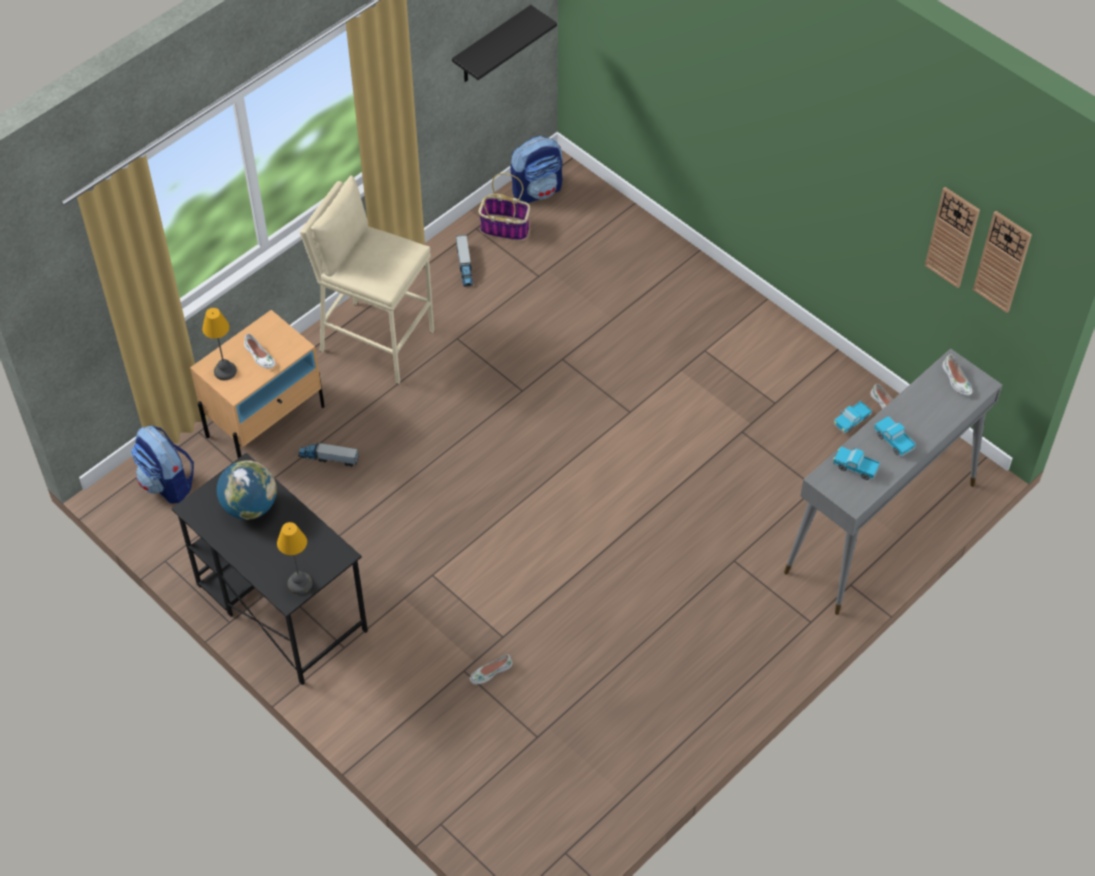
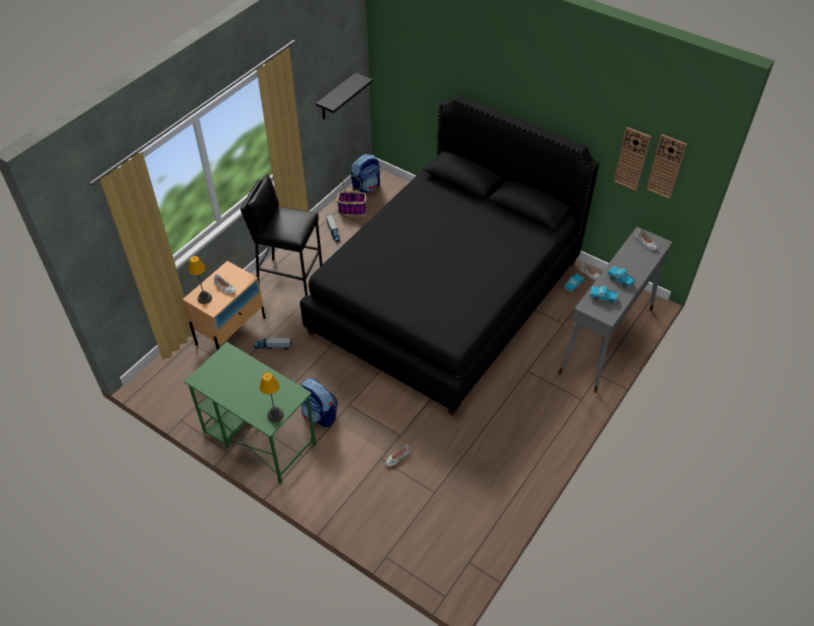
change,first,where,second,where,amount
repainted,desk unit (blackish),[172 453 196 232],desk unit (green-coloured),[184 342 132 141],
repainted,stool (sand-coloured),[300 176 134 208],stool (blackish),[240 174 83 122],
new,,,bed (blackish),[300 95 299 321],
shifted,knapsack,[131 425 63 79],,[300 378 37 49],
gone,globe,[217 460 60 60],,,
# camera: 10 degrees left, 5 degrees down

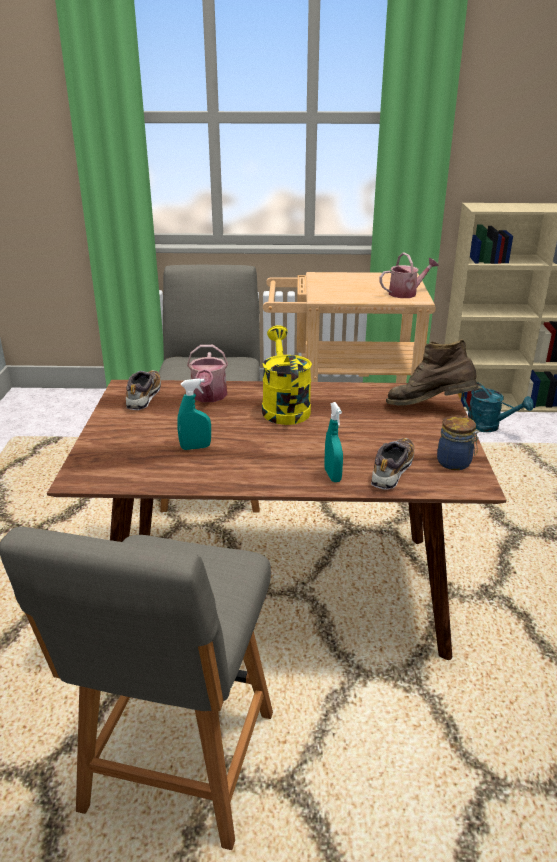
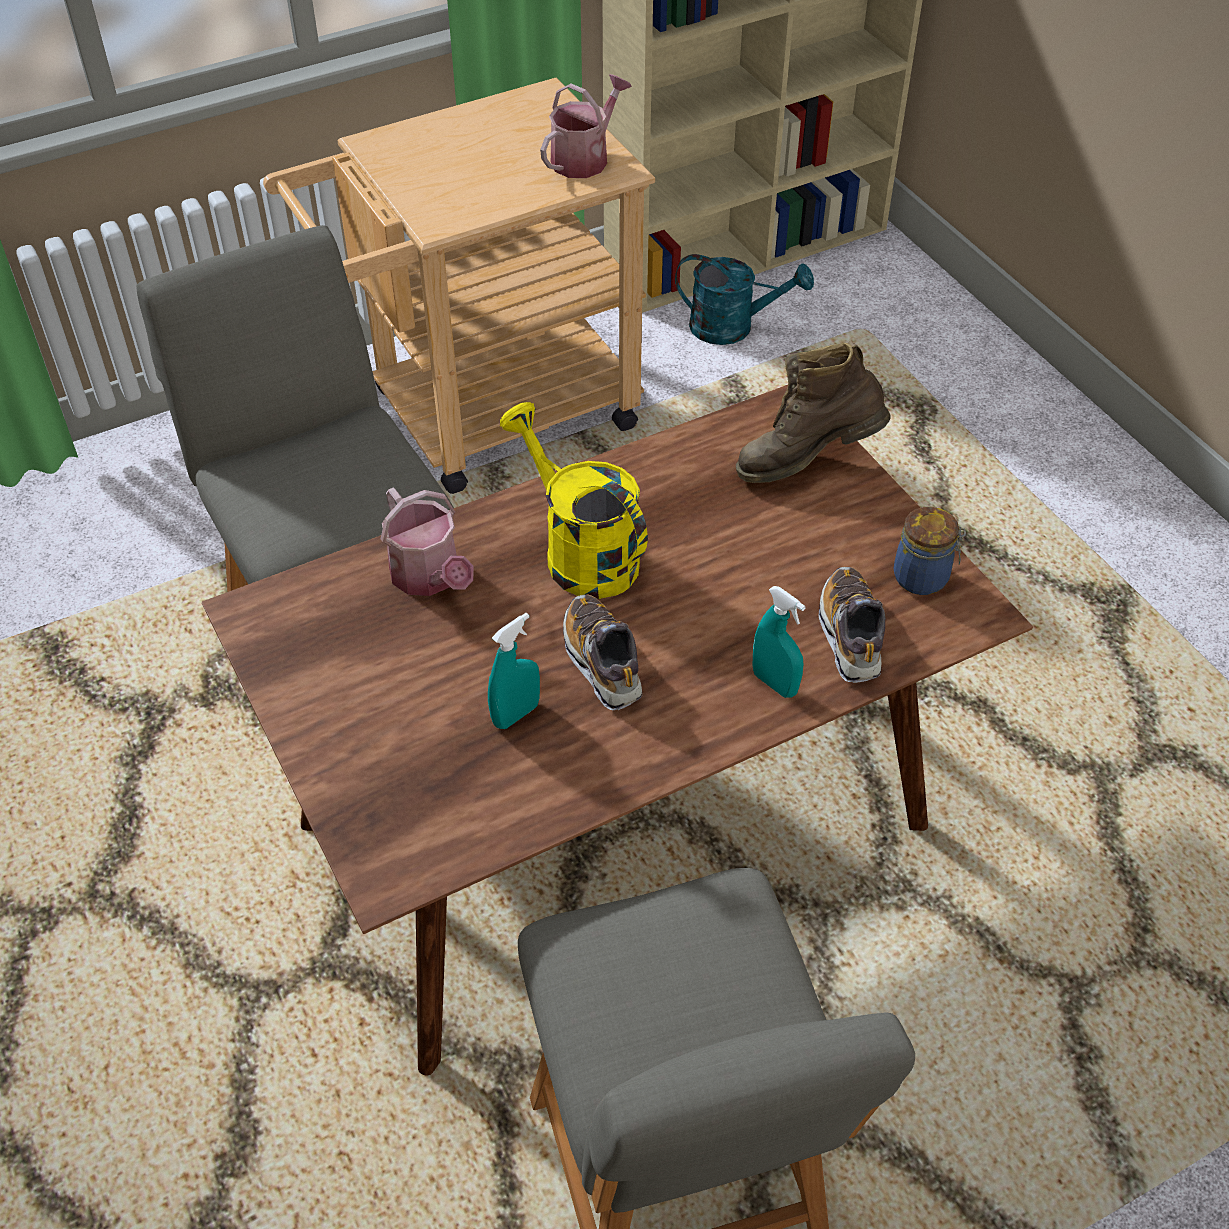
change,first,where,second,where,amount
shifted,shoe,[126 370 35 40],,[563 594 79 116],
# camera: 30 degrees left, 20 degrees up

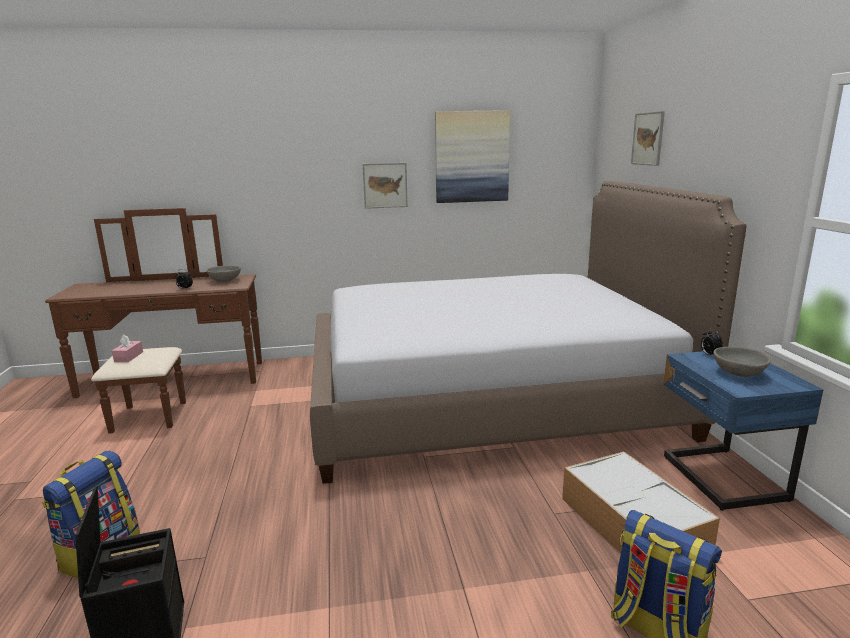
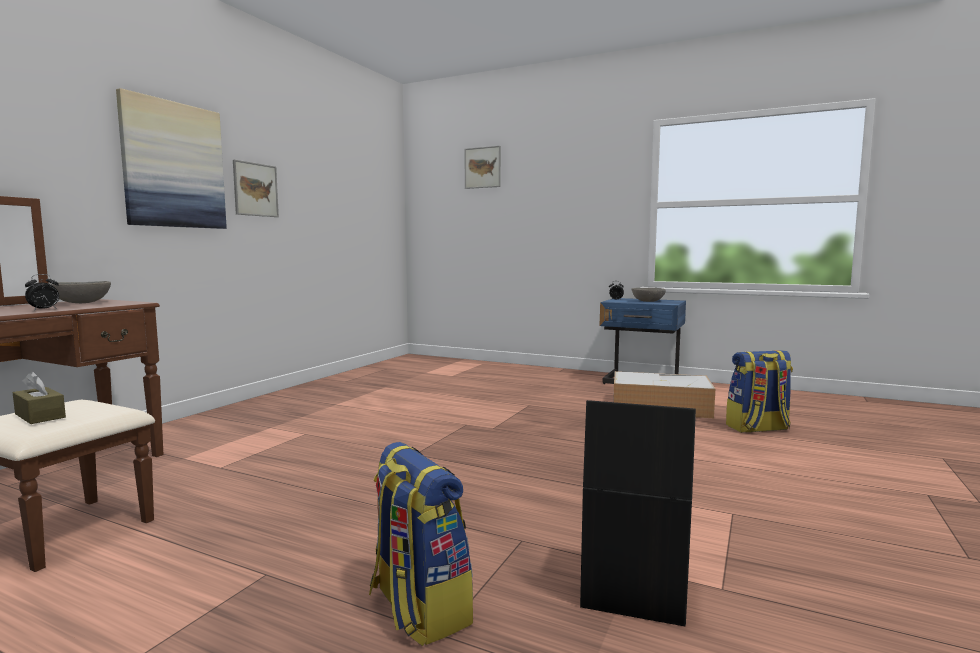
change,first,where,second,where,amount
repainted,tissue box (pink),[112 334 31 28],tissue box (brown),[13 371 53 53],
shifted,wall art,[435 110 75 93],,[116 88 111 141],
gone,bed,[310 181 436 303],,,
# camera: 55 degrees left, 10 degrees down

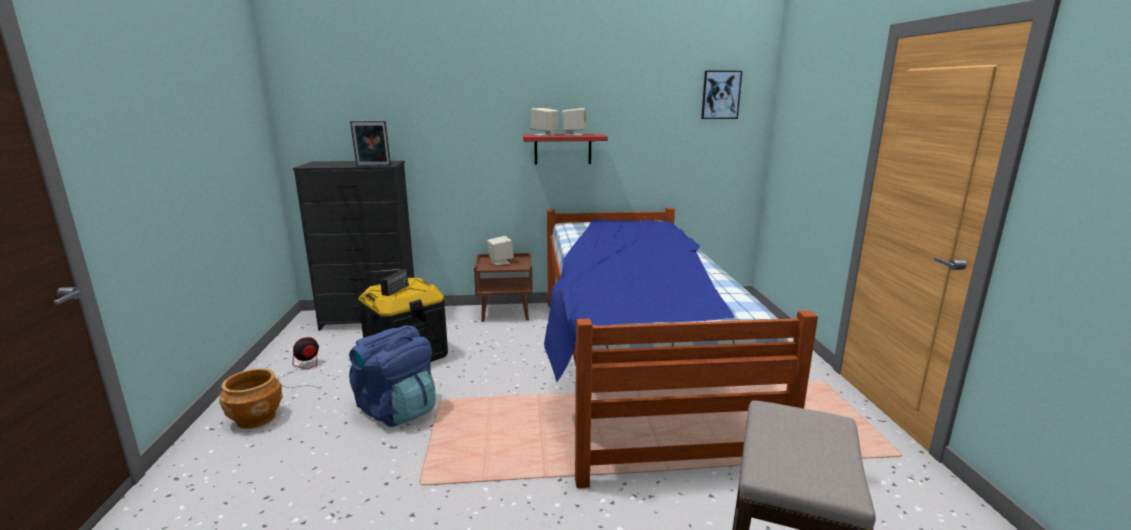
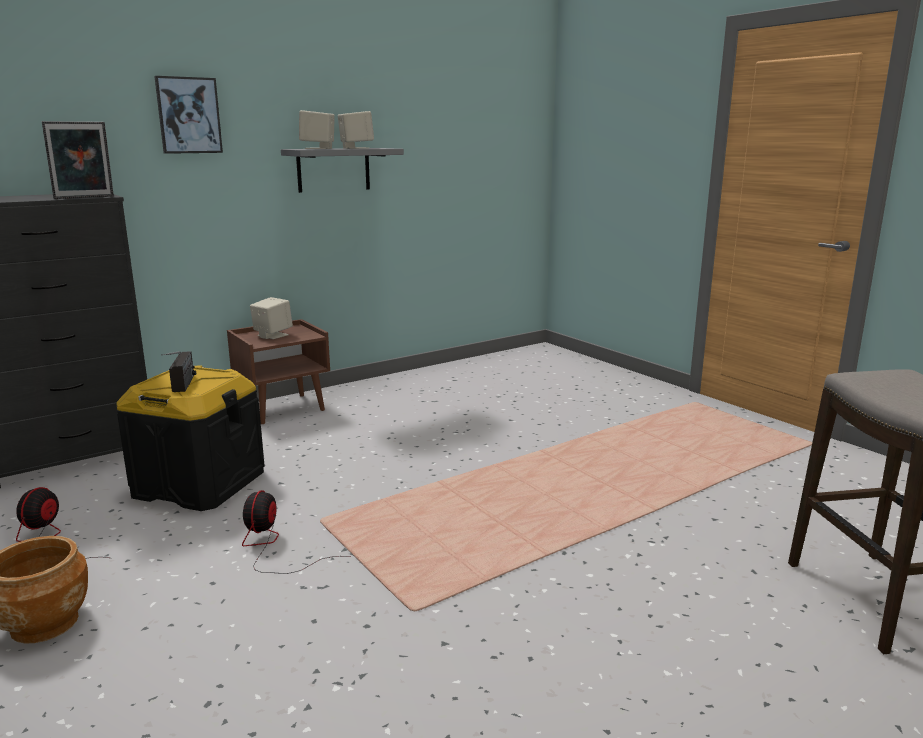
change,first,where,second,where,amount
shifted,wall art,[701 71 41 48],,[154 76 69 78],
swapped,knapsack (bluish),[349 325 87 102],fan,[242 490 109 84],
repainted,bracket shelf (reddish),[523 134 85 31],bracket shelf (gray),[281 148 123 45],
gone,bed,[544 207 274 281],,,
# camera: 30 degrees left, 0 degrees up

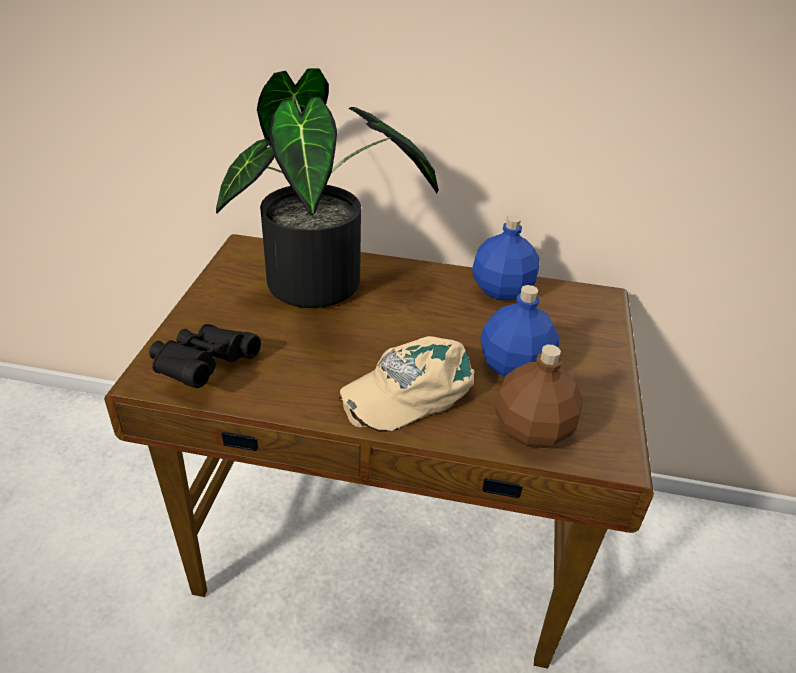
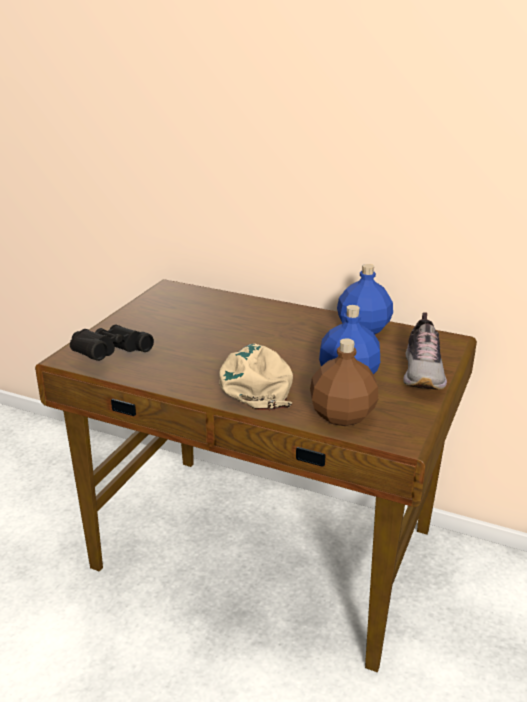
change,first,where,second,where,amount
rotated,cap (sand-coloured),[339 336 136 96],,[219 344 74 67],105 degrees clockwise
new,,,shoe,[403 312 44 78],
gone,plant in a pot,[216 68 223 240],,,
# camera: 15 degrees right, 10 degrees down

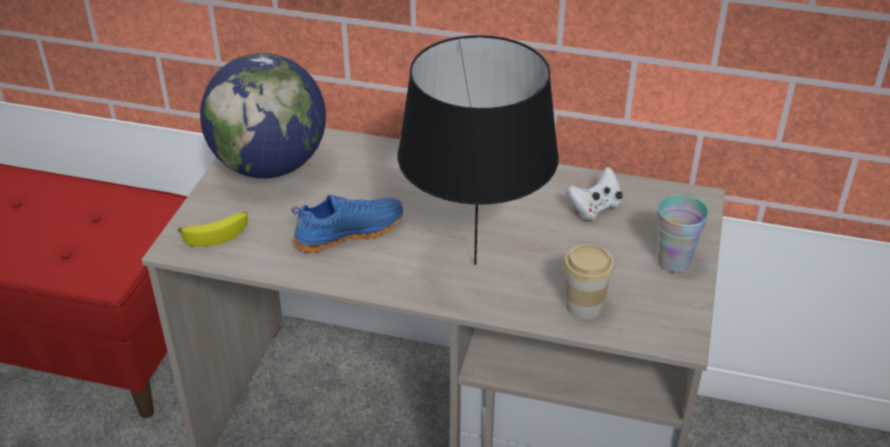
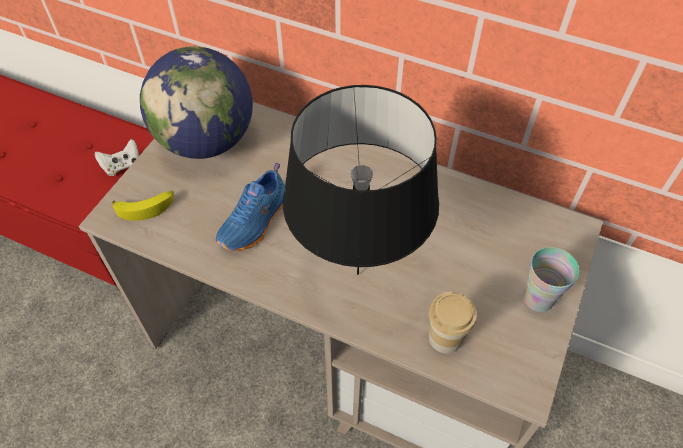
change,first,where,second,where,amount
shifted,joypad (whitish),[566 167 57 53],,[95 139 44 37],
rotated,shoe (bluish),[292 195 111 58],,[216 163 69 88],135 degrees clockwise
# camera: 10 degrees right, 15 degrees up

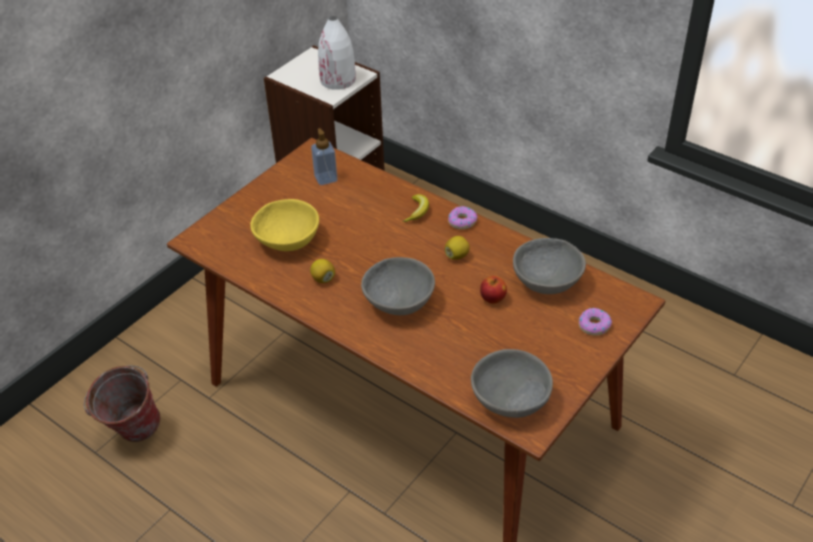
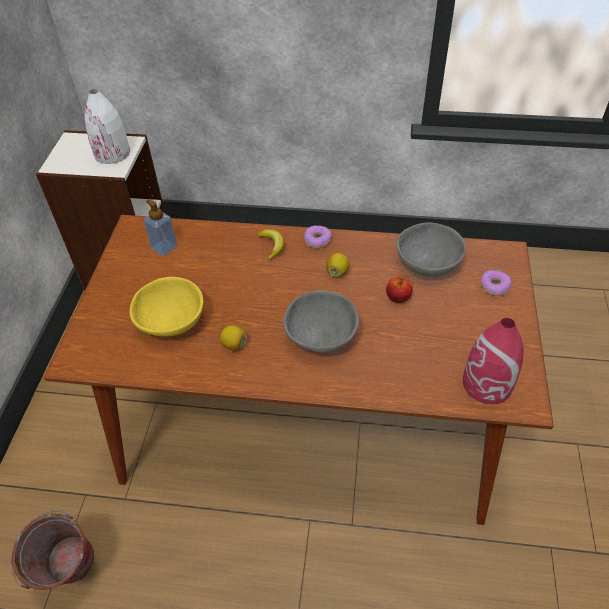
change,first,where,second,where,amount
swapped,bowl (gray),[471 349 82 69],decorative vase (reddish),[463 318 61 86],
# camera: 30 degrees left, 5 degrees up

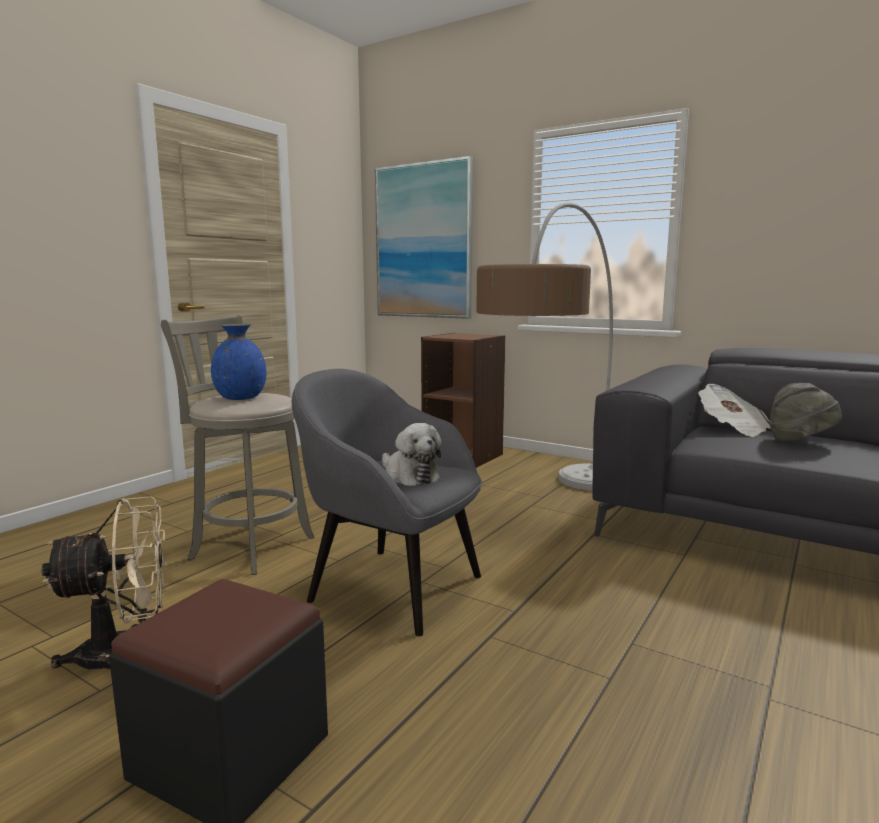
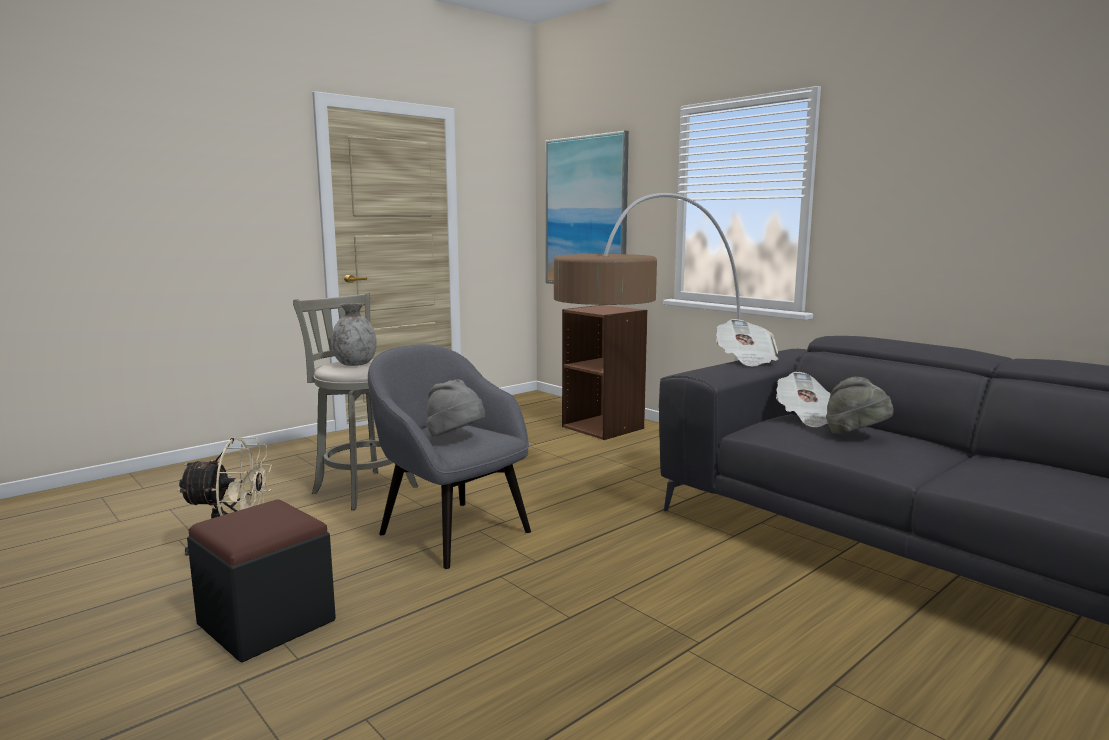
change,first,where,second,where,amount
repainted,decorative vase (bluish),[211 324 56 76],decorative vase (gray),[331 303 46 63],
swapped,soft toy,[382 423 60 63],clothing hat (gray),[426 379 59 58],
new,,,printed paper,[716 319 63 47],
# camera: 15 degrees right, 0 degrees up

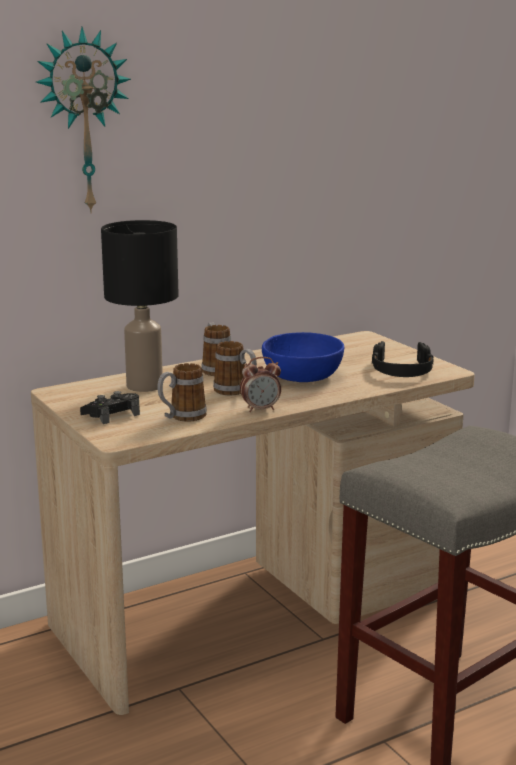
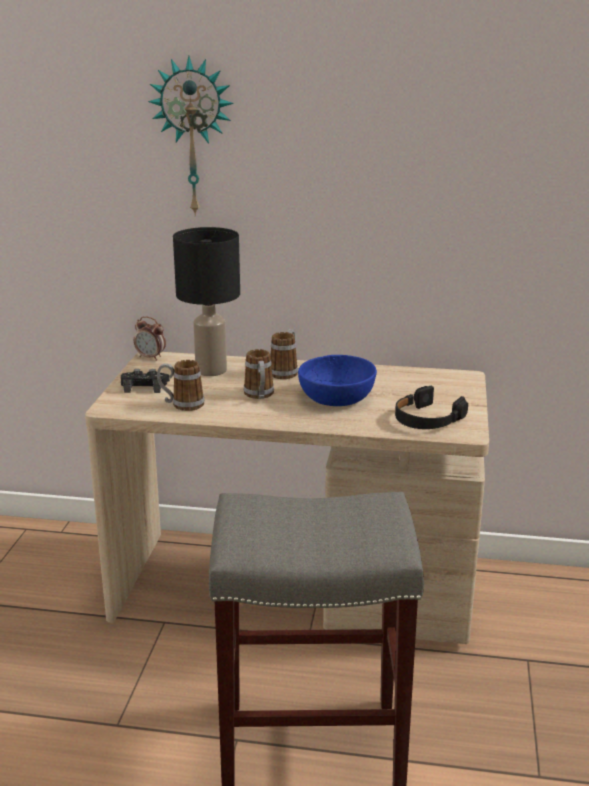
change,first,where,second,where,amount
shifted,table clock,[240 357 41 55],,[134 316 32 45],
# camera: 40 degrees right, 5 degrees up

